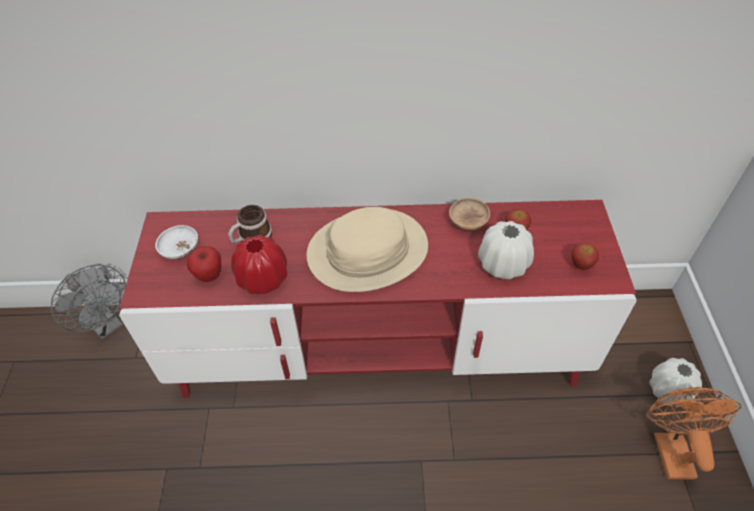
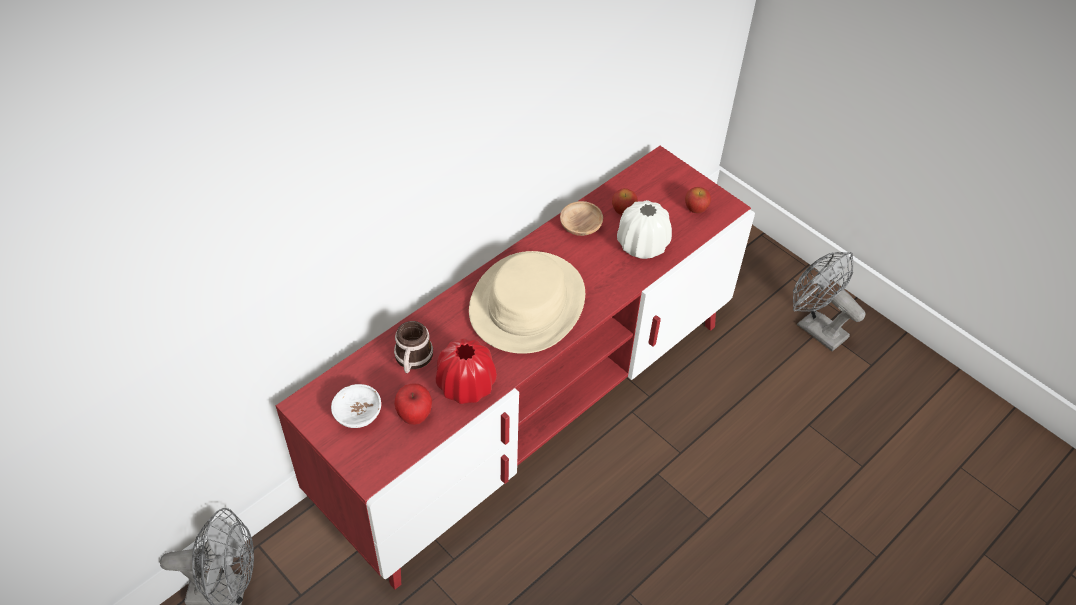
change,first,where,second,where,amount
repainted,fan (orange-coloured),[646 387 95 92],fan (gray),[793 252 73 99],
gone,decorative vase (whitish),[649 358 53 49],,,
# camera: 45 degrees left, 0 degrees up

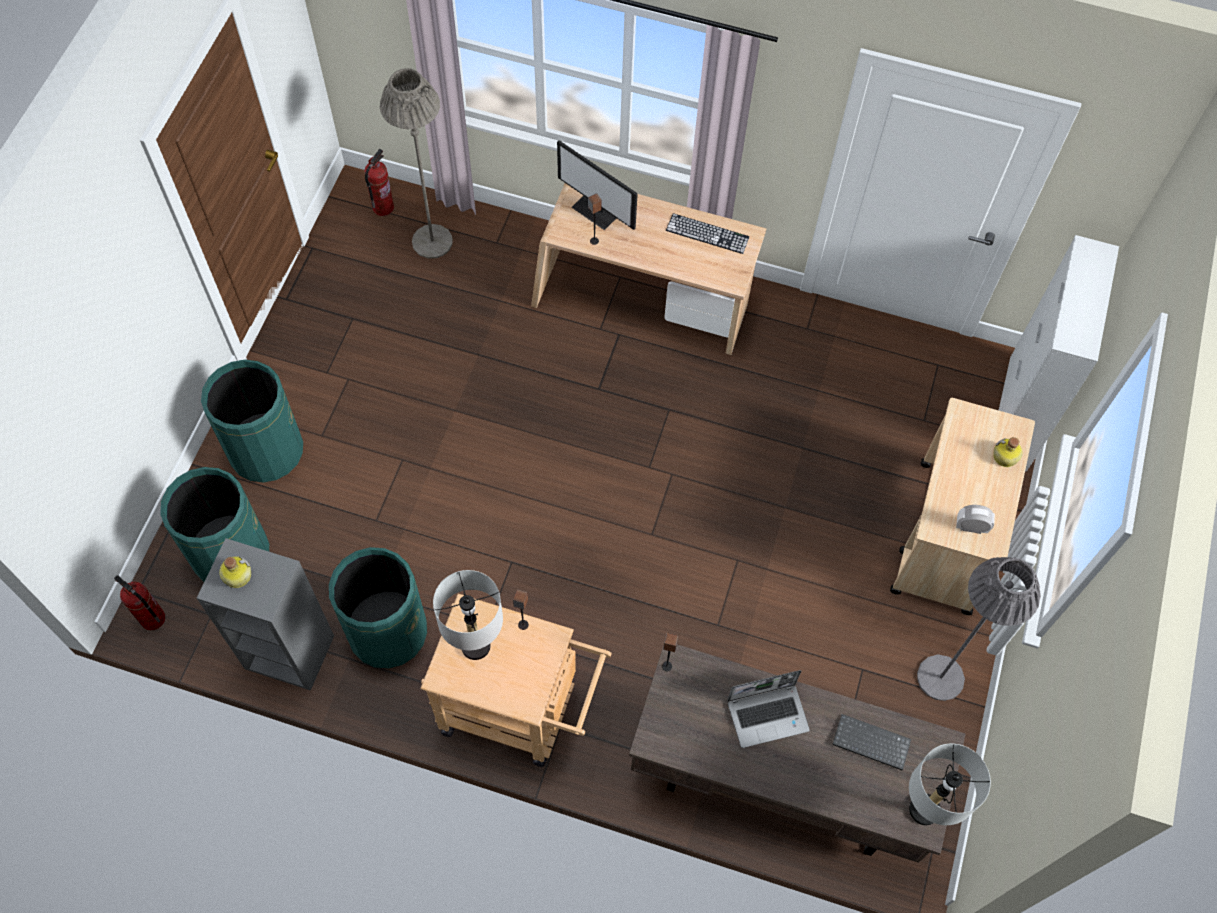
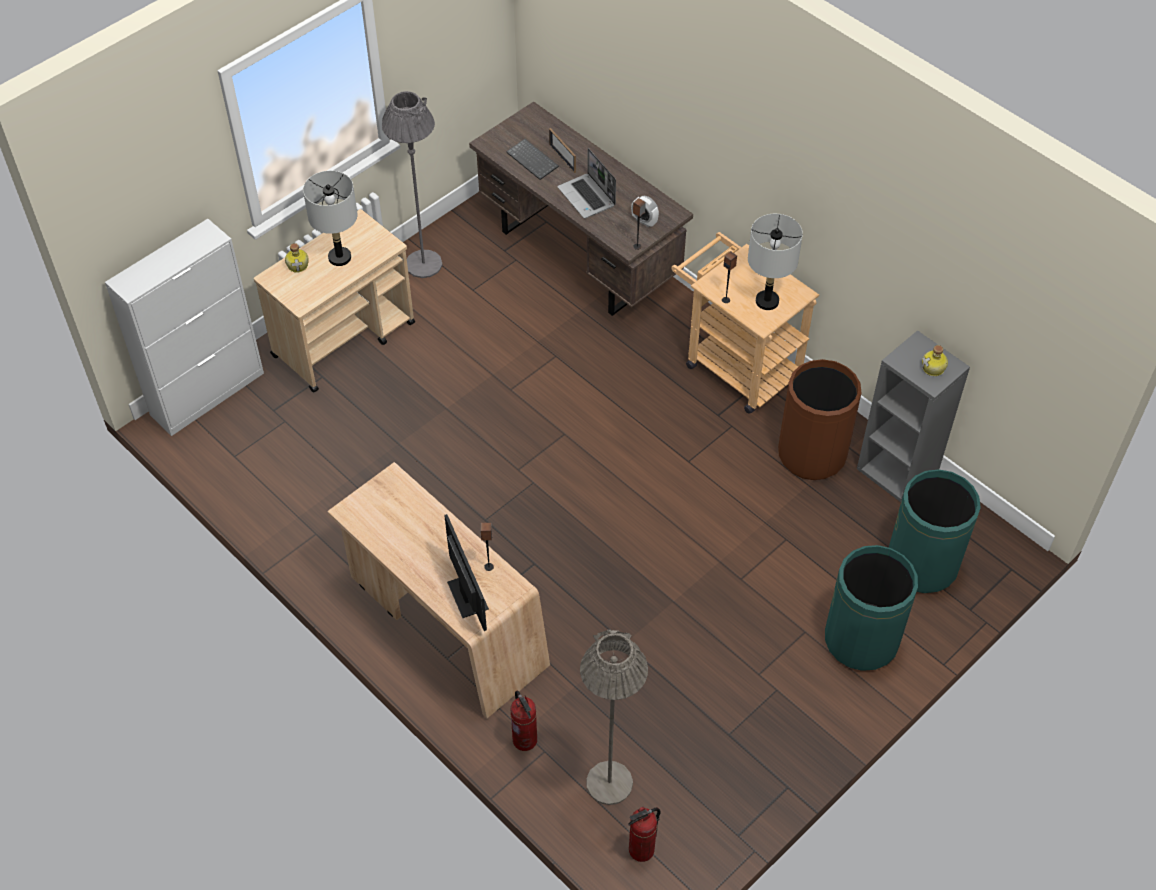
change,first,where,second,where,amount
shifted,table lamp (gray),[909 743 82 82],,[303 171 55 95],
shifted,fire extinguisher,[114 575 51 55],,[510 690 27 61],
new,,,picture frame,[549 128 27 45],
rotated,notebook computer,[727 670 83 78],,[558 148 58 70],135 degrees counterclockwise
shifted,table clock,[956 505 39 29],,[631 196 28 31],
repainted,trash can (green-coloured),[329 547 98 121],trash can (brown),[778 359 83 121],
gone,computer keyboard,[666 213 83 41],,,
# camera: 150 degrees left, 10 degrees down

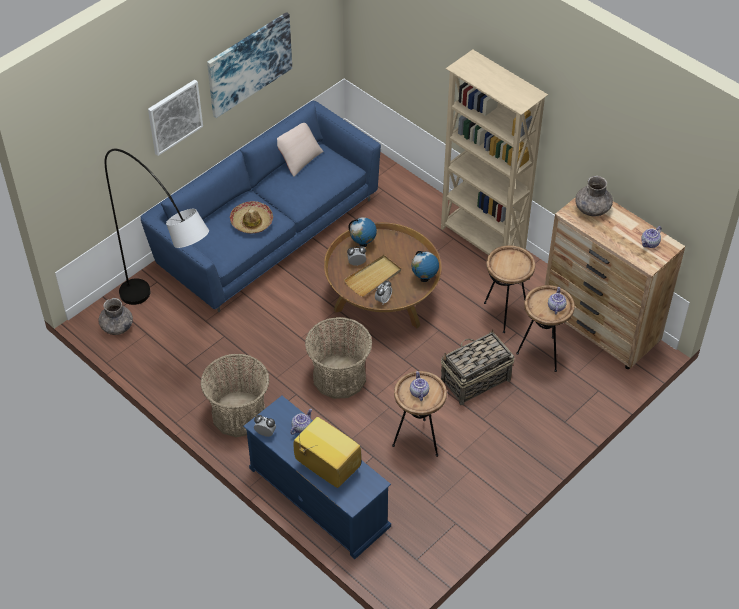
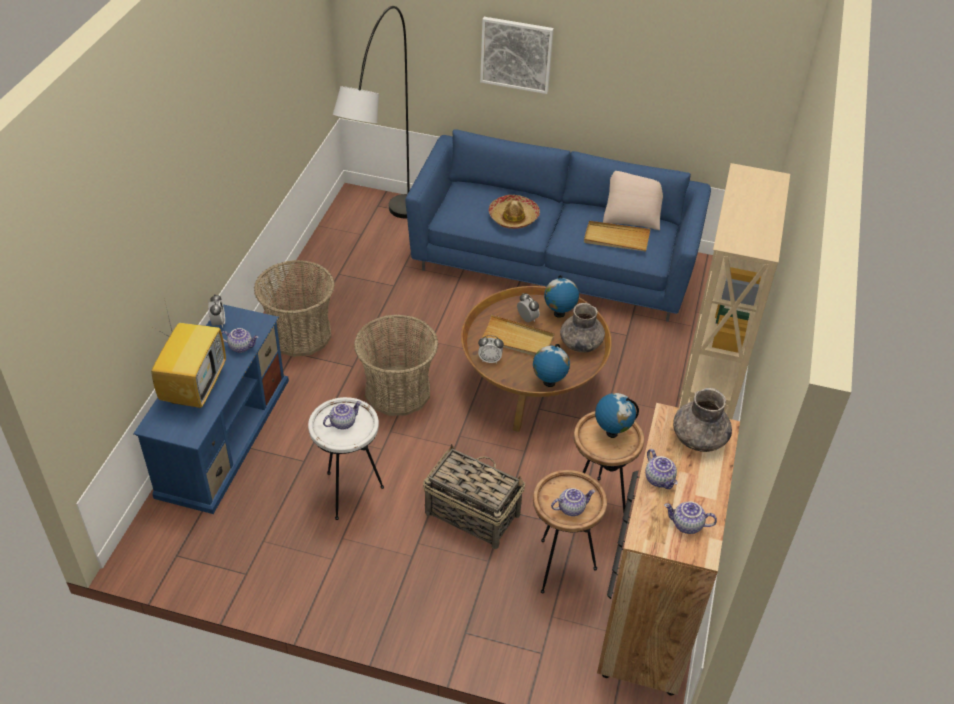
change,first,where,second,where,amount
repainted,end table (brown),[392 371 55 86],end table (whitish),[308 397 76 123],
shifted,decorative vase (gray),[98 298 35 37],,[560 303 45 50],
new,,,tray (sand-coloured),[584 221 66 30],
new,,,globe,[595 393 44 45],
new,,,tea pot,[645 449 33 40],
gone,wall art,[207 12 85 106],,,
# camera: 60 degrees right, 5 degrees down

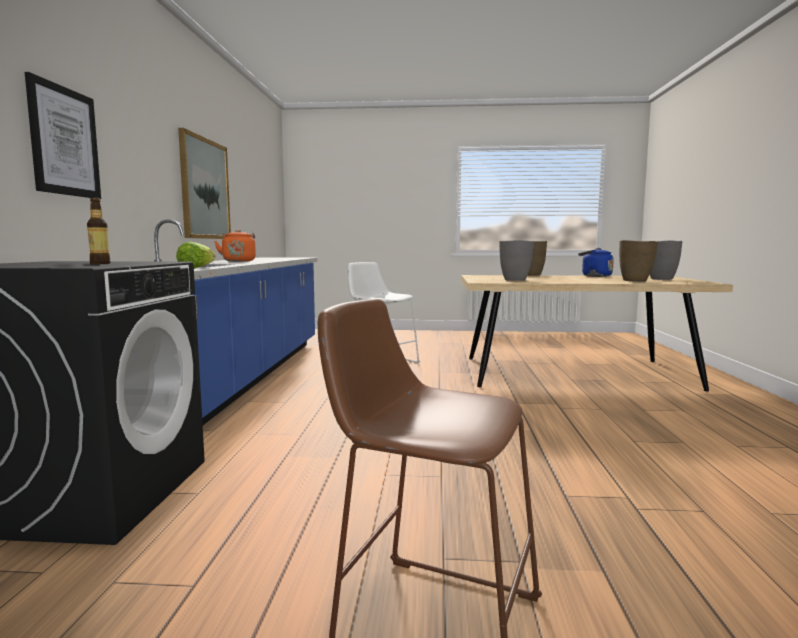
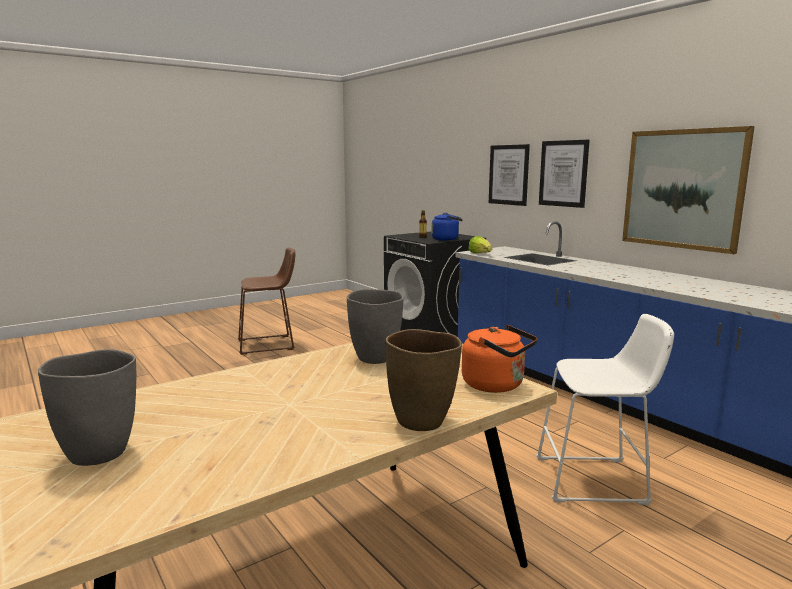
change,first,where,second,where,amount
shifted,tea kettle (bluish),[578 248 36 29],,[431 213 32 28],
shifted,tea kettle (orange-coloured),[214 230 42 32],,[462 325 75 68],
new,,,wall art,[539 140 51 68],
gone,decorative vase (brown),[619 240 39 42],,,
# camera: 140 degrees right, 5 degrees up

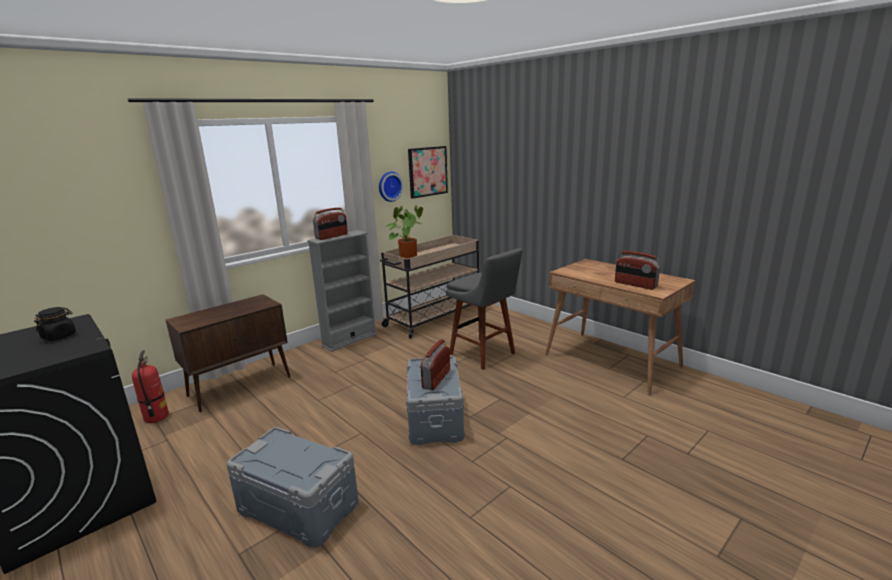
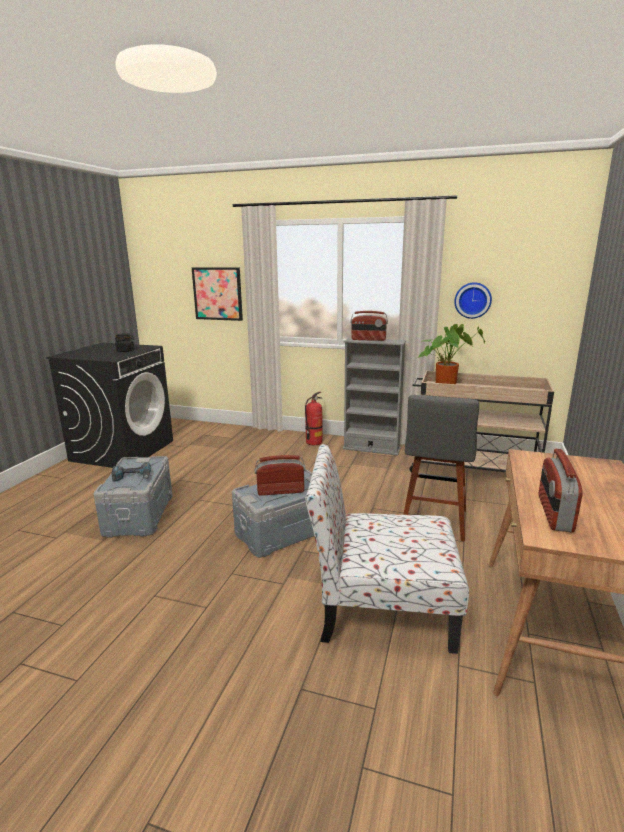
change,first,where,second,where,amount
new,,,electric drill,[111 462 40 20],
shifted,wall art,[408 146 40 53],,[192 267 51 54],
shifted,fire extinguisher,[132 350 37 73],,[305 392 18 53],
new,,,plain chair,[305 444 164 210],
gone,cupboard (brown),[166 294 125 118],,,
# camera: 60 degrees right, 0 degrees up

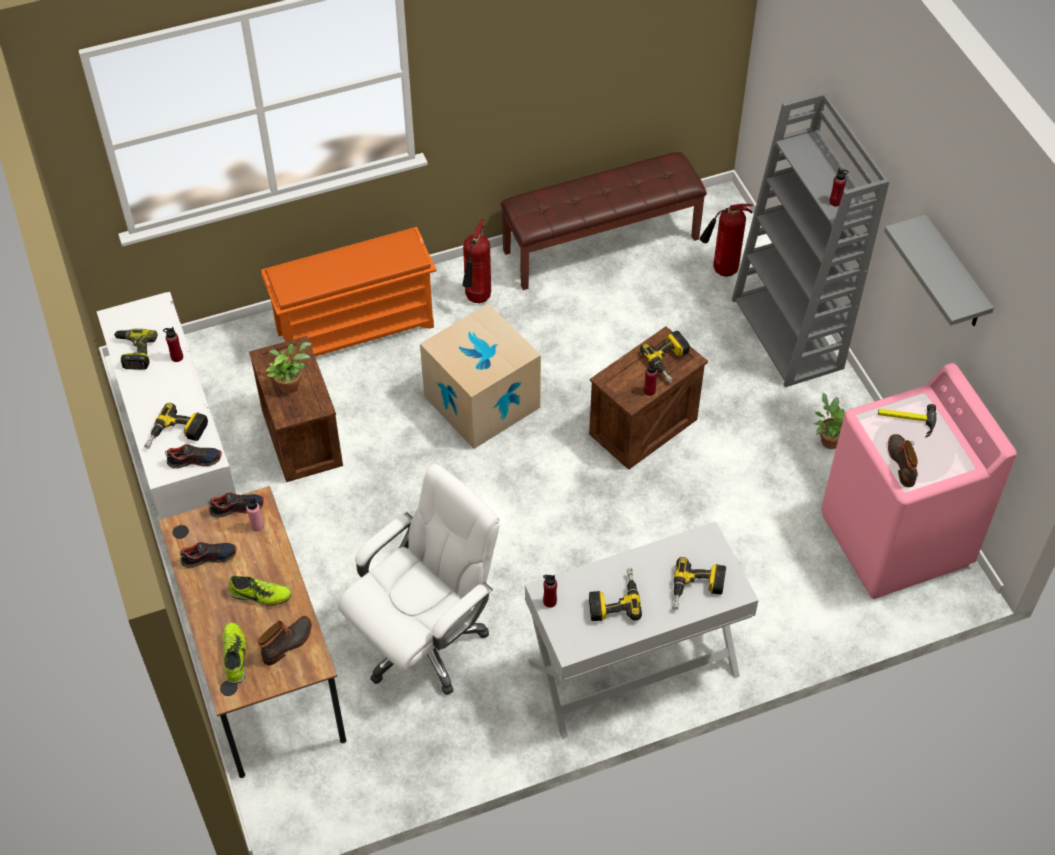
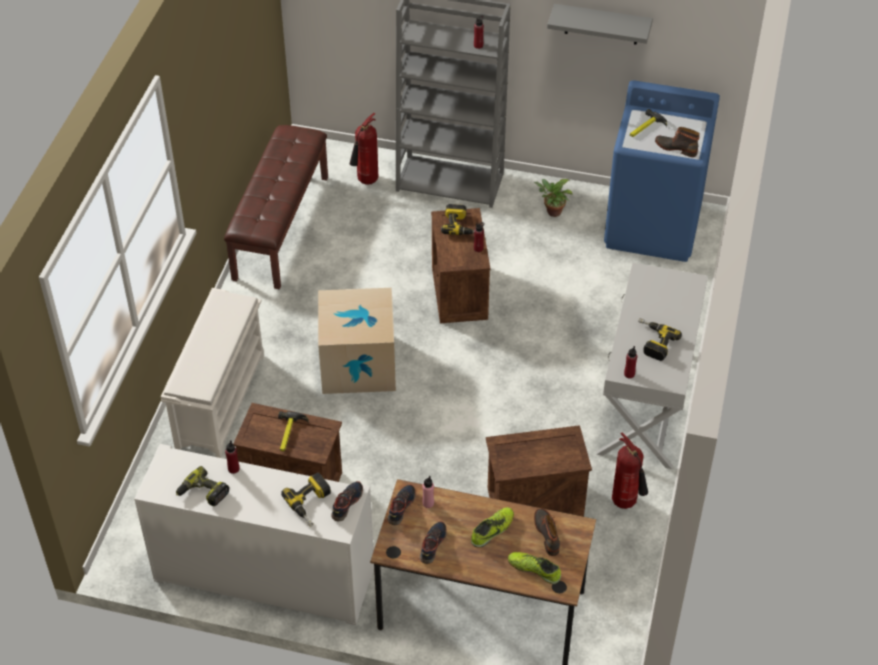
change,first,where,second,where,amount
repainted,shoe stand (orange-coloured),[261 227 175 130],shoe stand (whitish),[161 288 103 170],
swapped,plant in a pot,[266 342 46 51],tool hammer,[278 411 31 41],
swapped,office chair (whitish),[338 464 162 231],crate,[486 425 106 92],
repainted,washing machine (pink),[821 363 196 236],washing machine (bluish),[604 80 116 182],
shifted,fire extinguisher,[462 219 29 84],,[612 432 36 77],
gone,electric drill,[673 557 53 53],,,
# camera: 55 degrees left, 5 degrees down

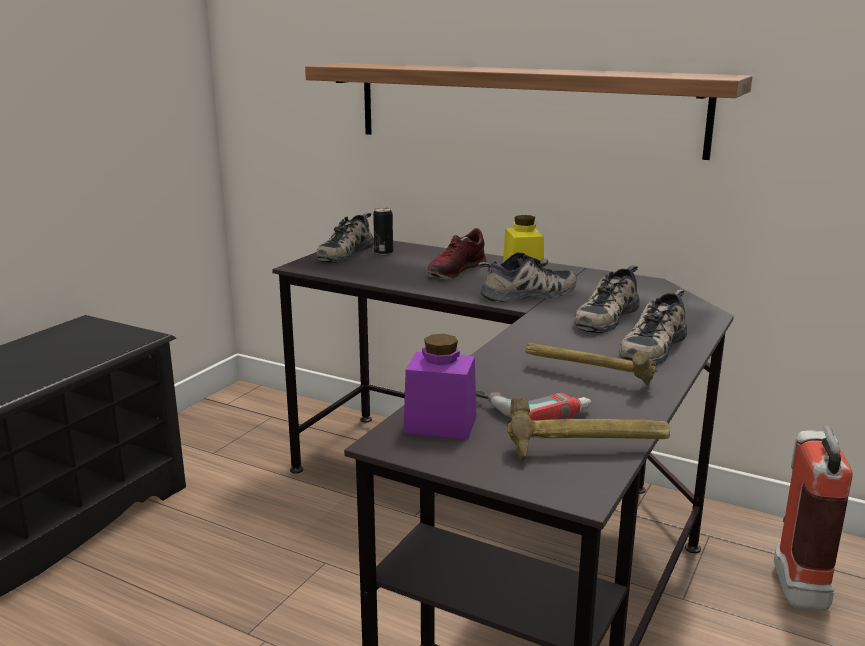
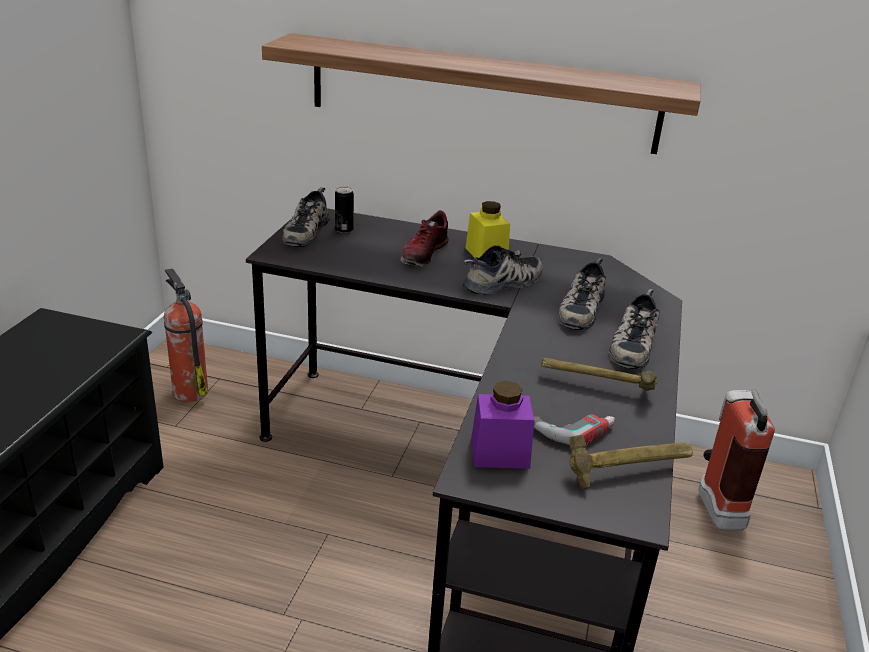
change,first,where,second,where,amount
new,,,fire extinguisher,[164 268 44 134],
# camera: 15 degrees left, 10 degrees up

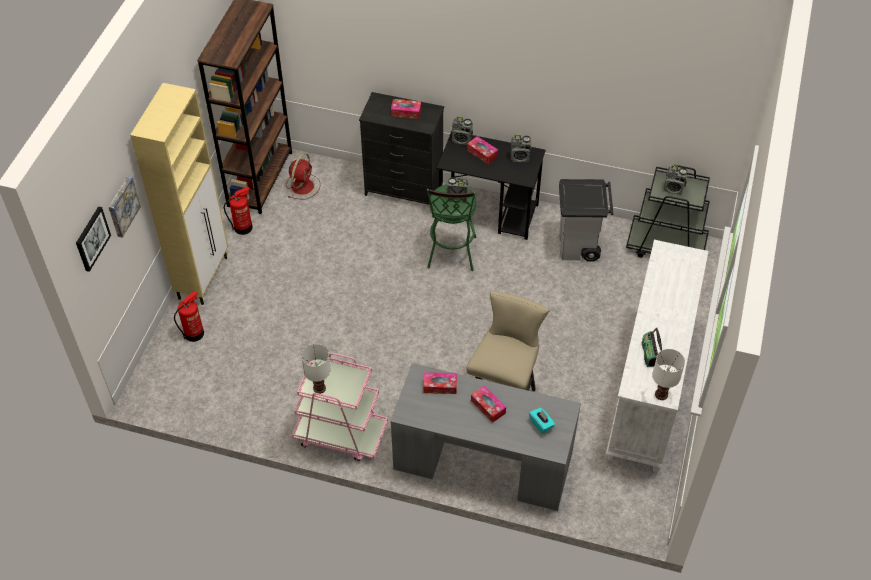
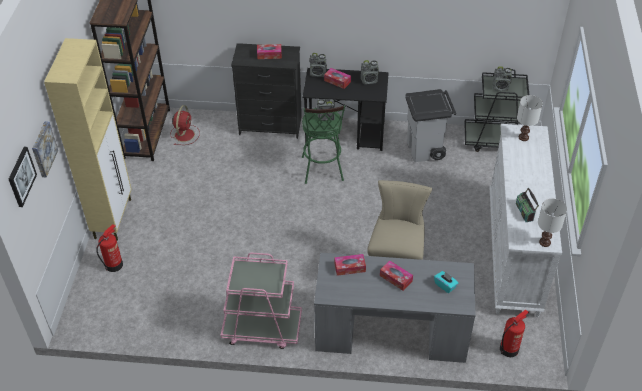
change,first,where,second,where,amount
shifted,fire extinguisher,[224 187 29 48],,[500 310 29 47],
shifted,table lamp (whitish),[301 344 30 50],,[517 95 26 46],
# camera: 10 degrees left, 5 degrees down

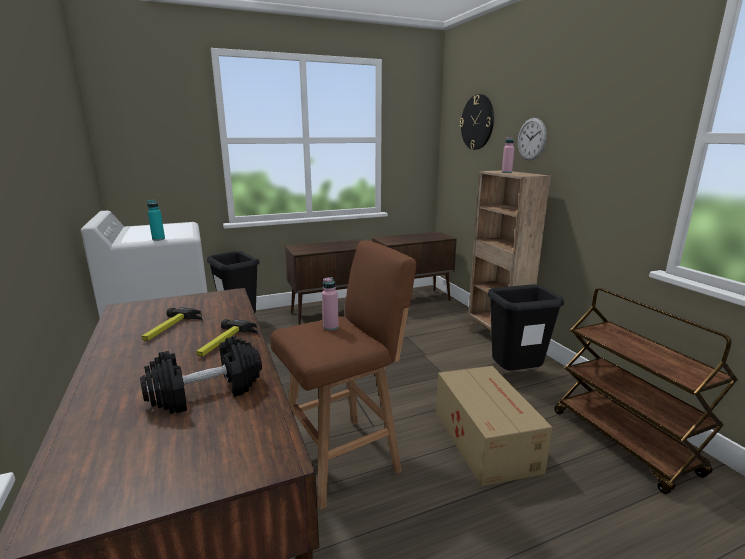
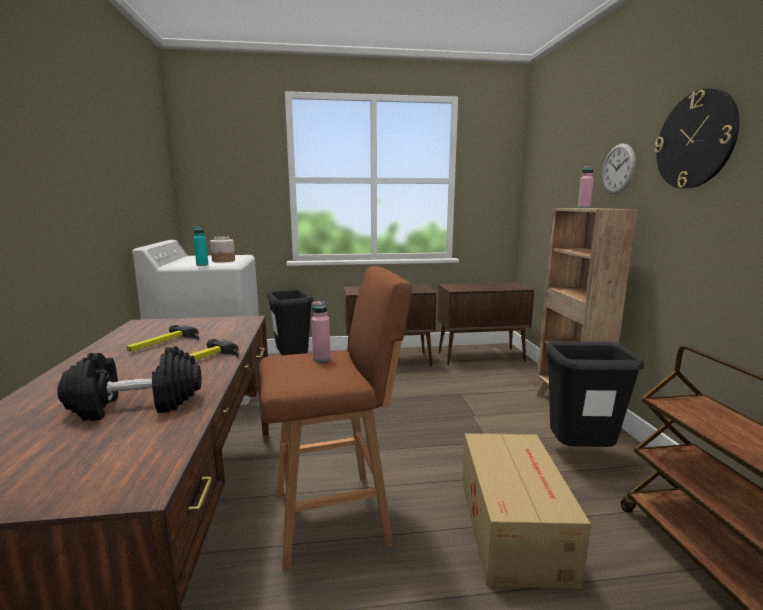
change,first,where,second,where,amount
new,,,jar,[210 236 25 27],
shifted,hanging clock,[460 94 34 56],,[654 88 85 101],
# camera: 15 degrees right, 5 degrees down

